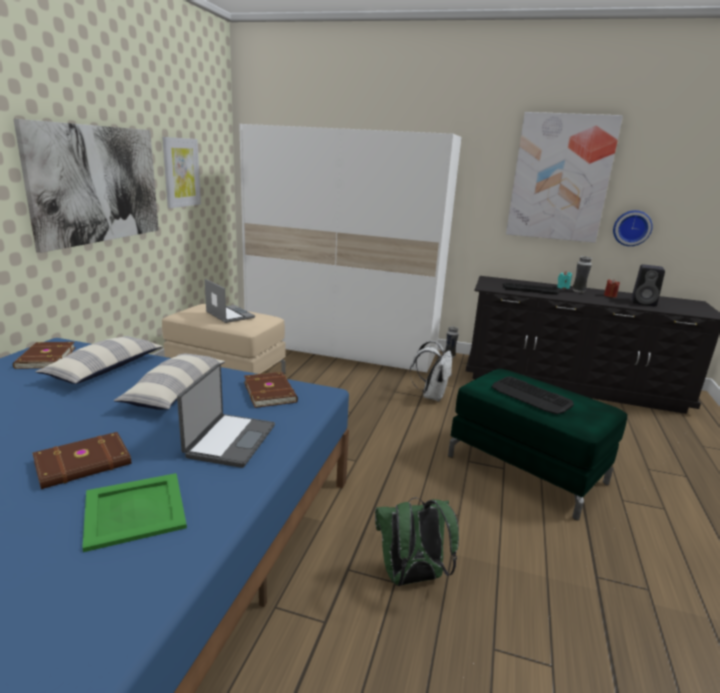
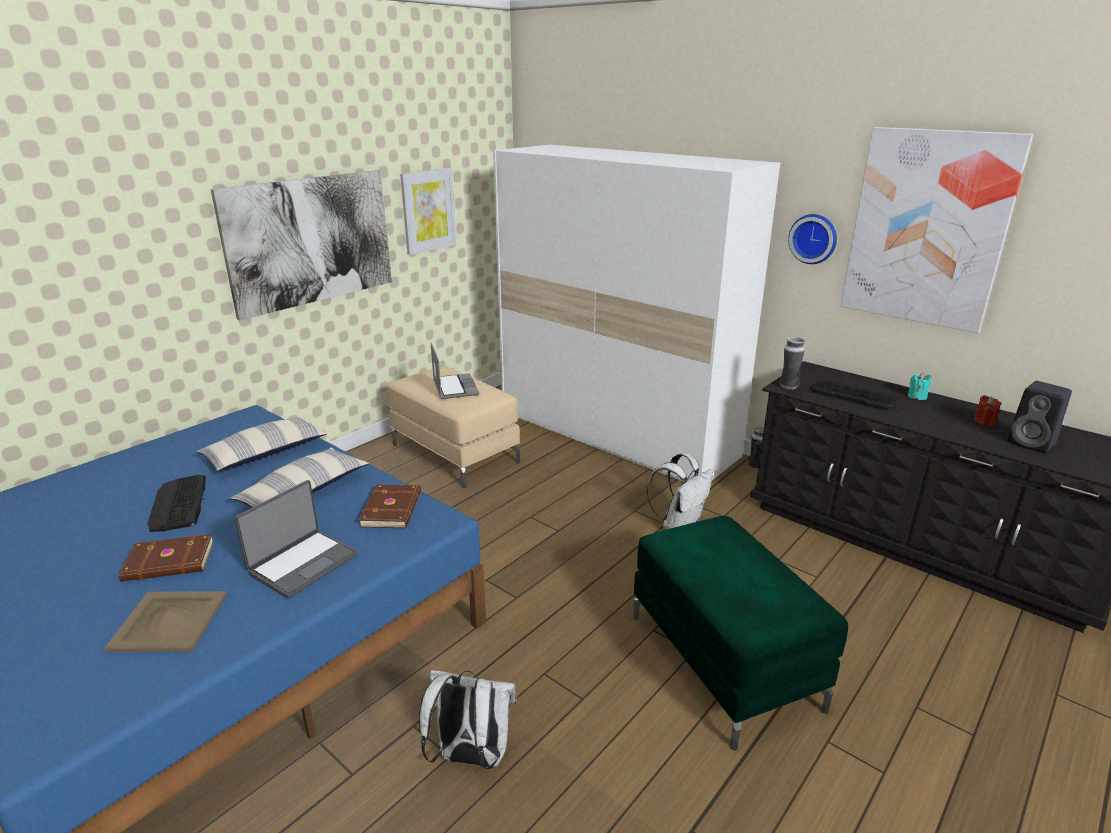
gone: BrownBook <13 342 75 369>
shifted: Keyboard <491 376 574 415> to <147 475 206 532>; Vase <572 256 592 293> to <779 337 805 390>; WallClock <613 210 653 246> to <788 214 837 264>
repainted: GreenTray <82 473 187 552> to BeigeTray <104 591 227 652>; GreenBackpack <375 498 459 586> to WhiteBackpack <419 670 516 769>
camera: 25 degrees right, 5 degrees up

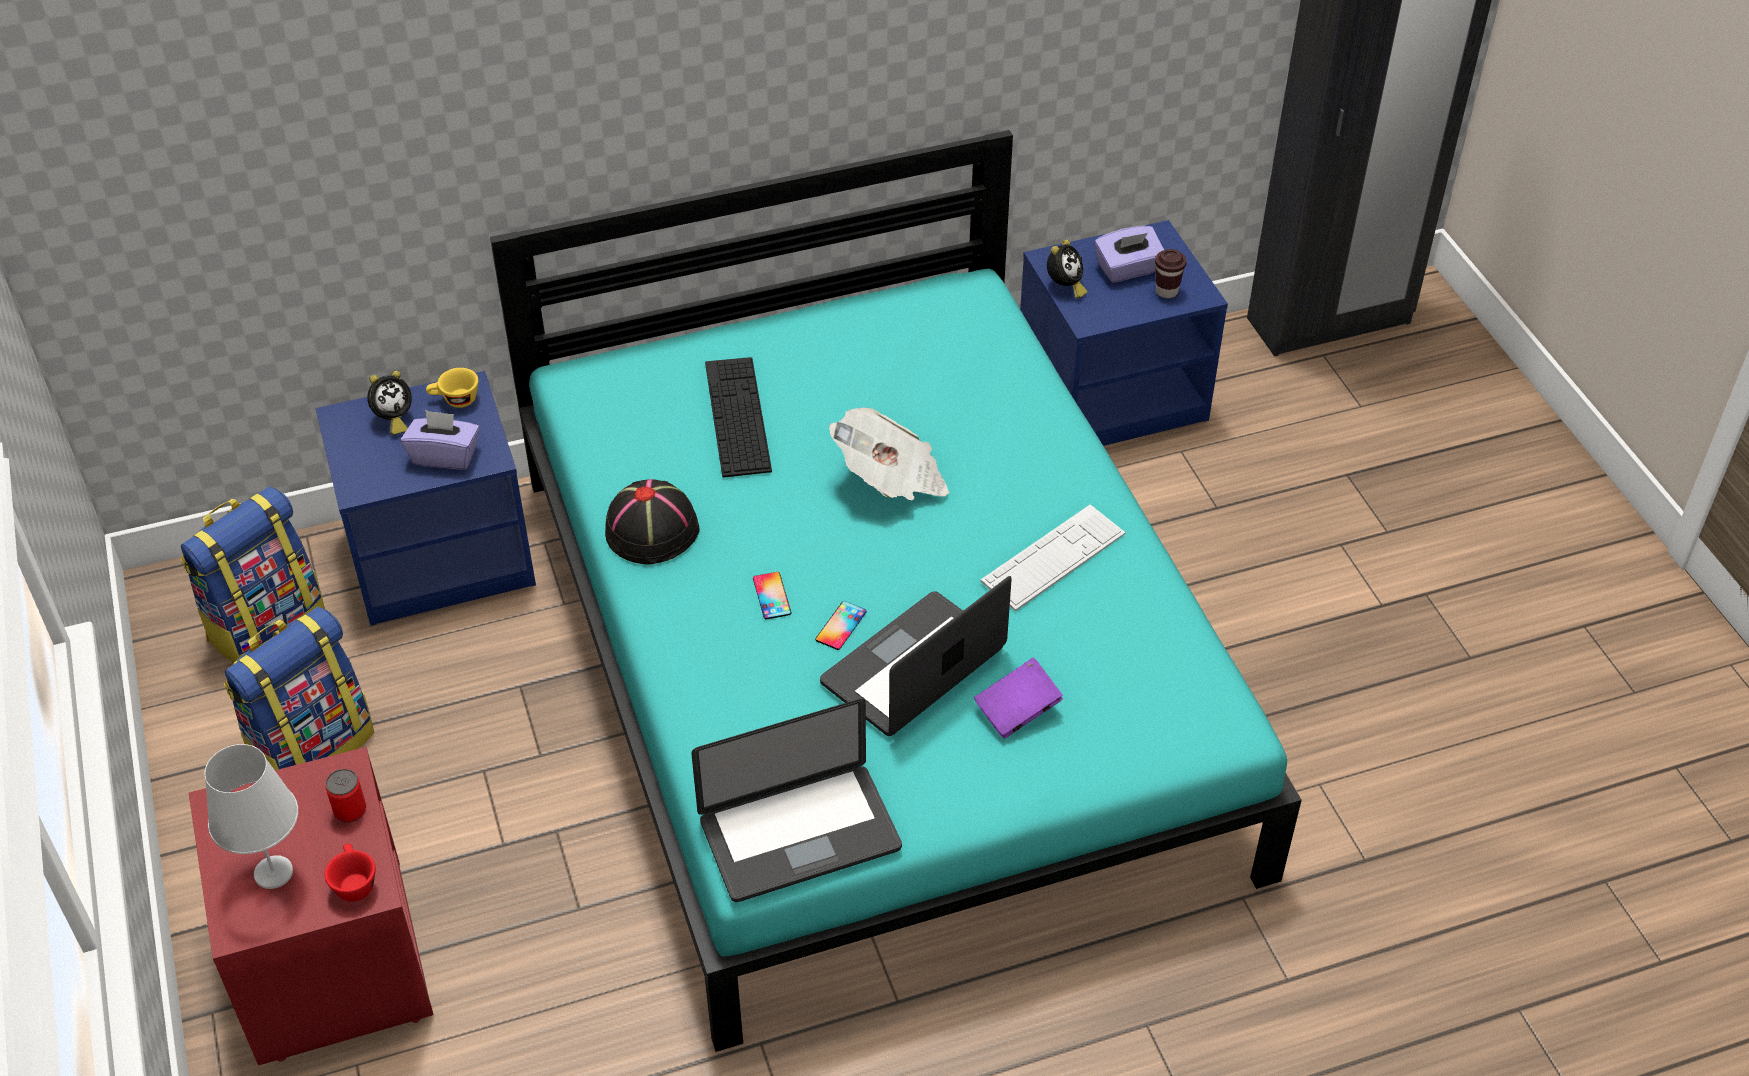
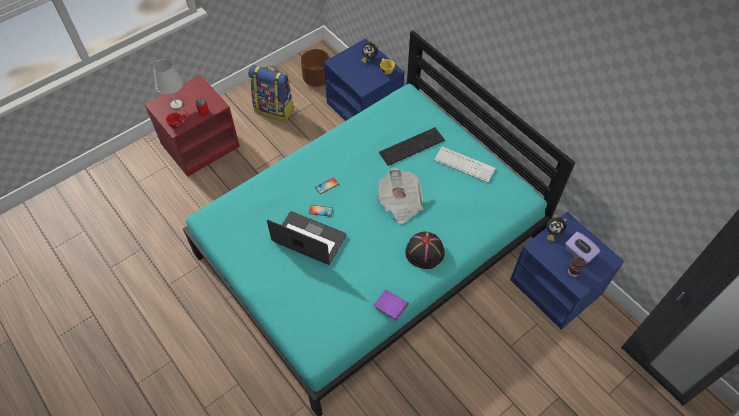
gone: PurpleTissueBox <401 410 480 470>; Laptop <691 699 902 902>
shifted: BlackHat <605 479 699 565> to <405 232 445 269>; PurpleBook <974 658 1063 739> to <373 290 409 321>; Keyboard <980 504 1125 611> to <434 147 495 183>
swapped: Backpack <181 486 325 663> to BrownPlanter <301 49 330 87>
camera: 70 degrees right, 10 degrees up

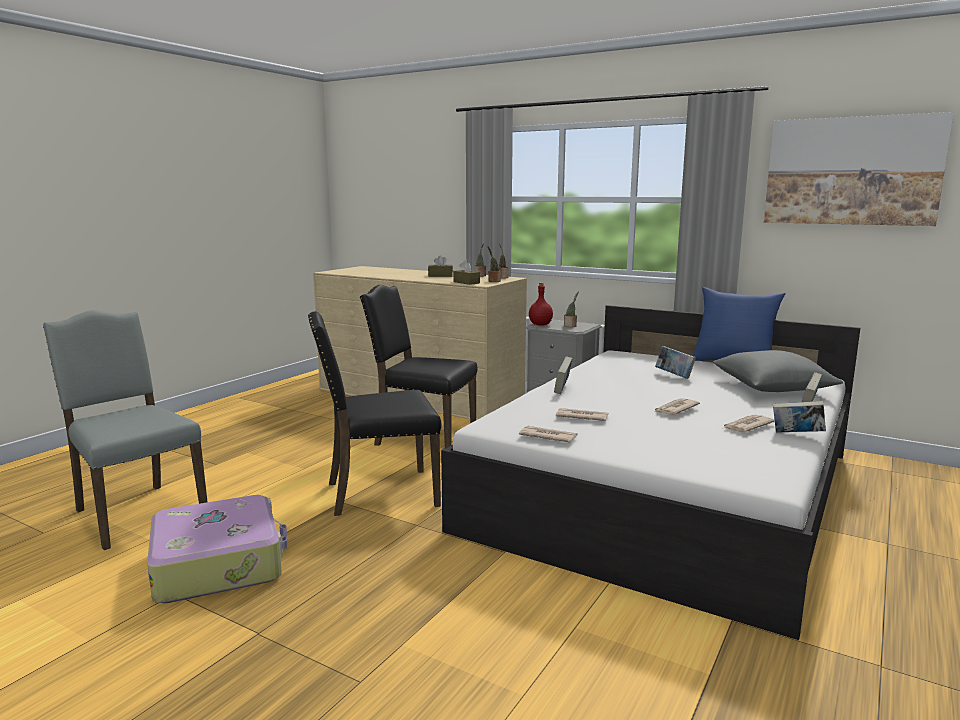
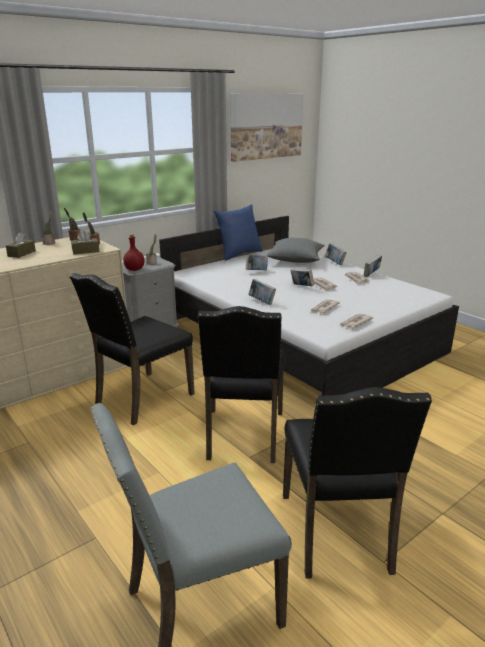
new: Book <290 269 315 286>
swapped: Suitcase <147 495 287 603> to BlackChair <283 387 432 579>
camera: 70 degrees left, 10 degrees up

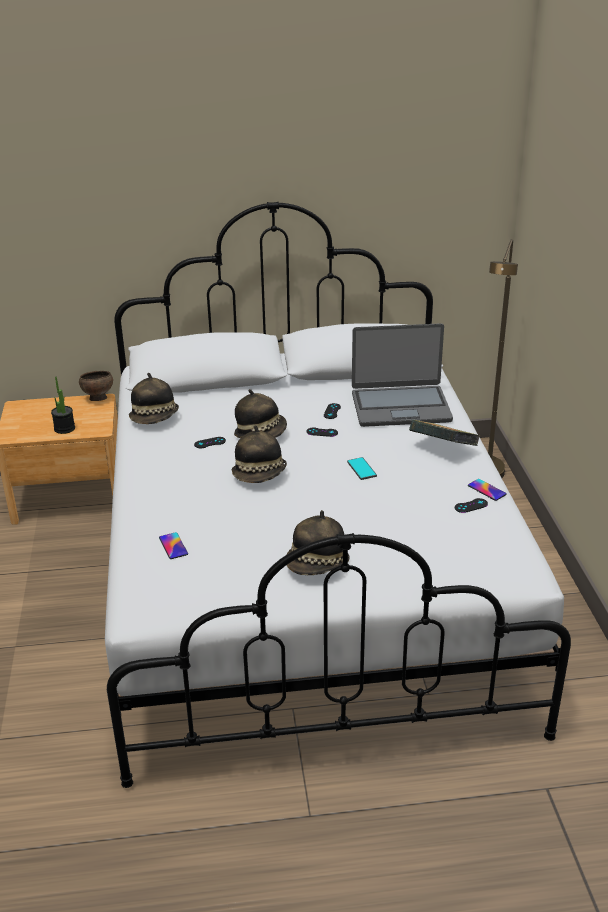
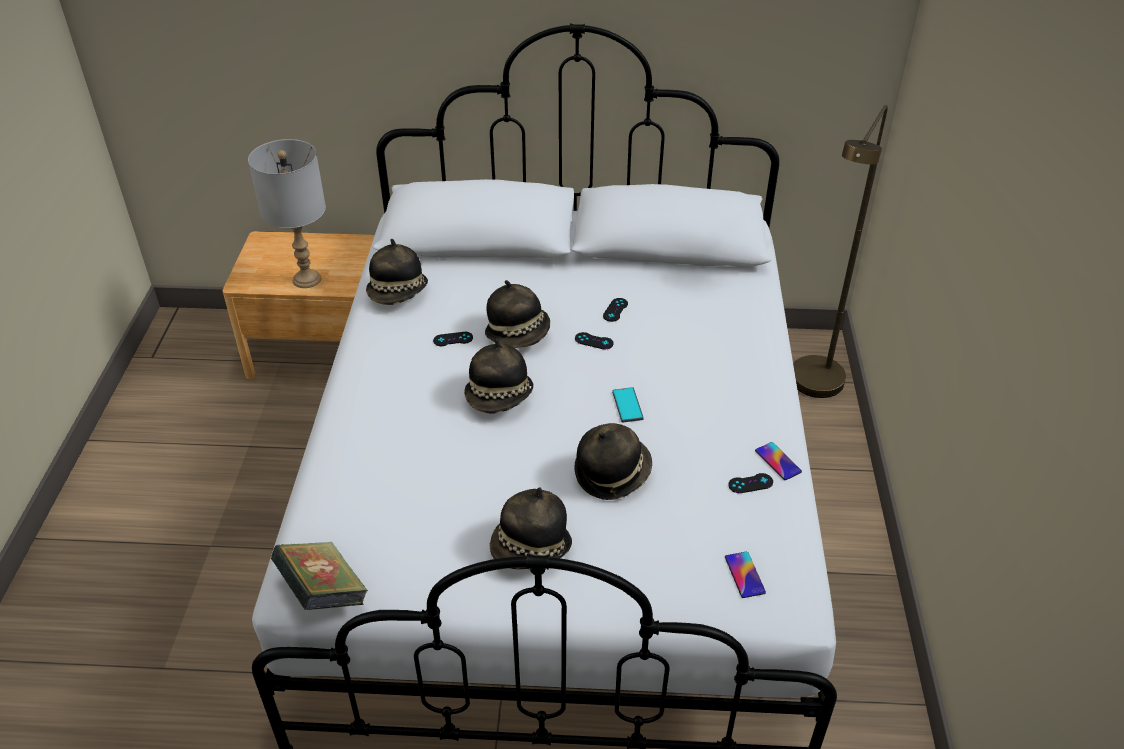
gone: BrownBowl <79 371 113 401>; Laptop <352 323 453 427>
new: Hat <574 423 652 500>
shifted: Phone <159 532 188 559> to <725 552 766 598>; Book <409 420 480 446> to <271 542 368 610>
swapped: PottedPlant <51 377 75 434> to GreyTableLamp <248 139 326 288>
camera: 10 degrees right, 10 degrees up

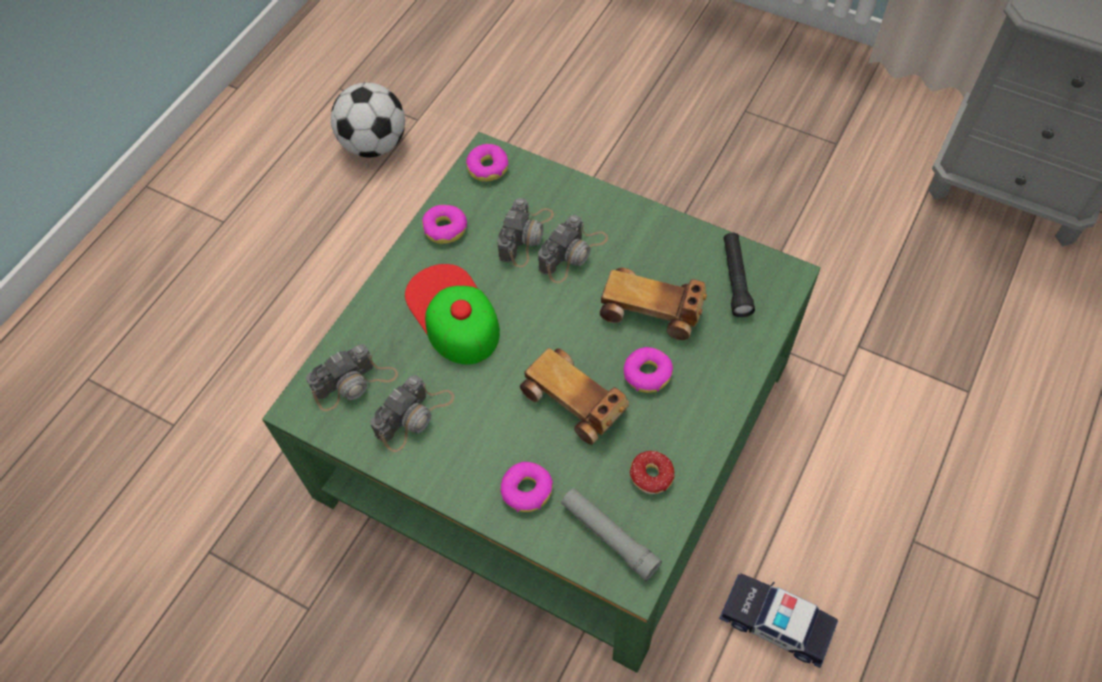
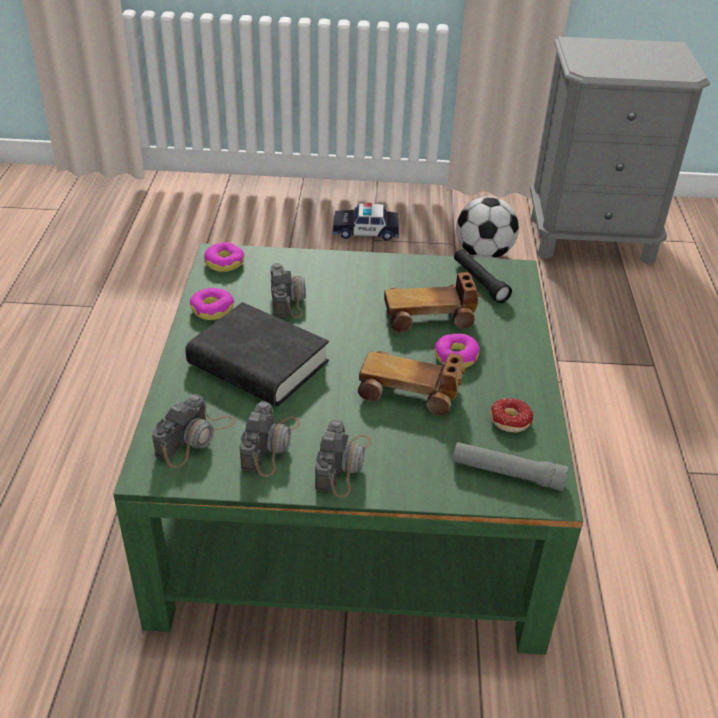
gone: Donut <501 462 553 512>
shifted: Football <331 82 405 158> to <456 196 519 258>; PhotoCamera <538 214 608 283> to <315 420 372 497>; ToyCar <719 573 838 668> to <332 203 399 241>
swapped: Cap <405 264 500 364> to BlackBook <185 302 329 407>
camera: 30 degrees left, 20 degrees down

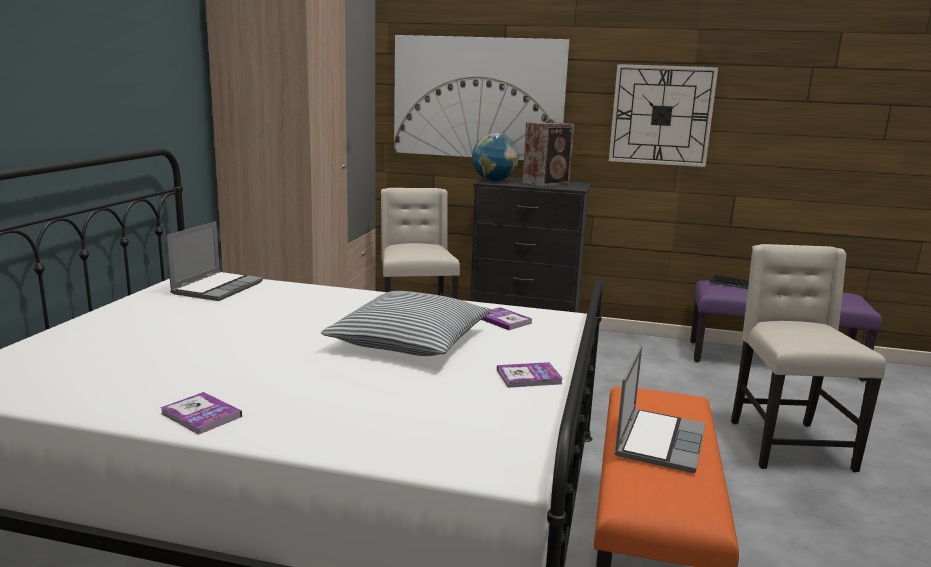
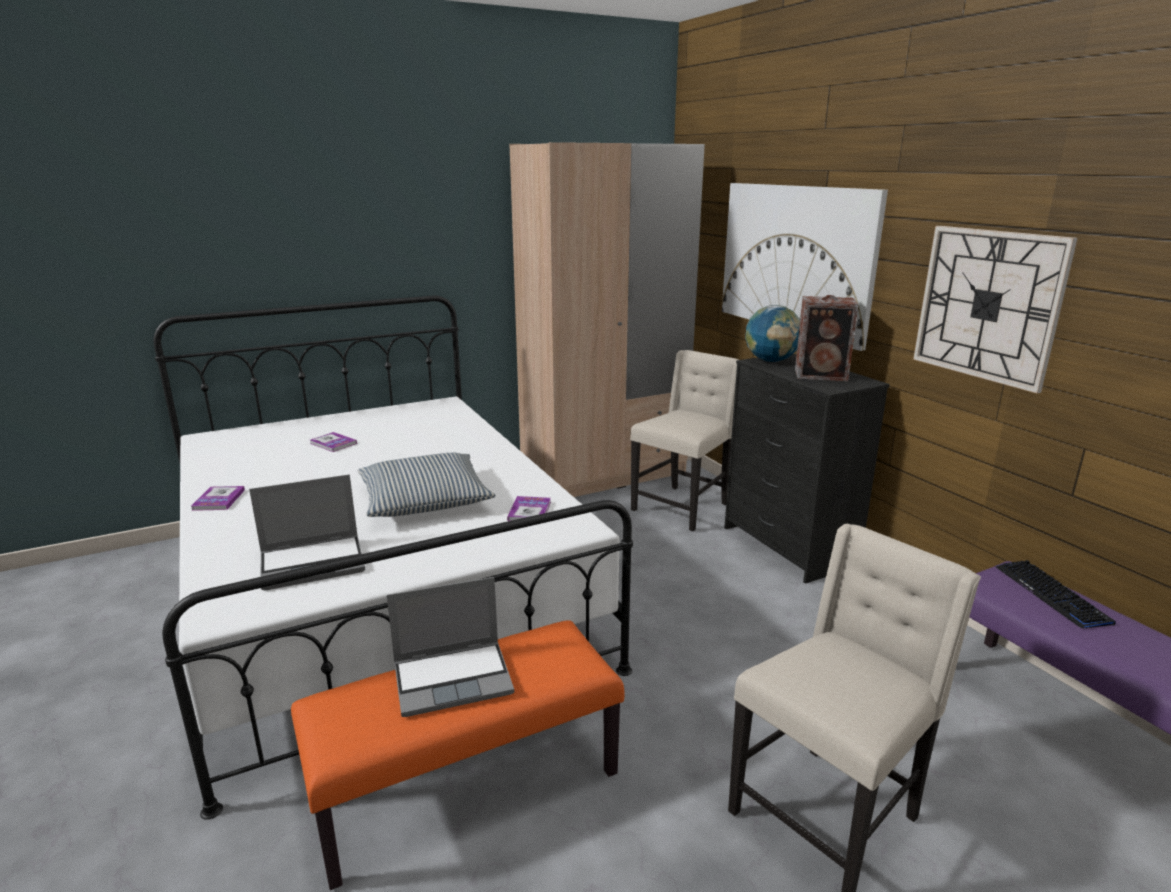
shifted: Laptop <166 221 263 301> to <249 474 365 590>; Book <497 362 563 388> to <310 432 357 452>
camera: 50 degrees right, 5 degrees up

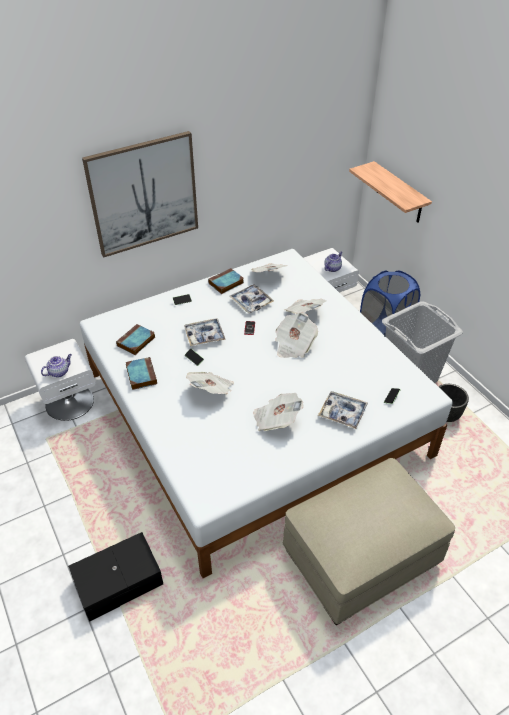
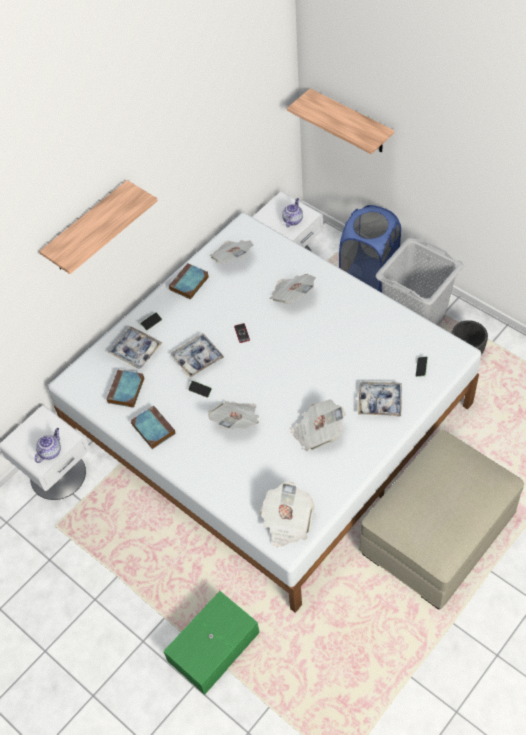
shifted: Tray <230 284 274 313> to <108 327 162 369>; Newspaper <275 313 318 358> to <260 482 315 547>
swapped: Picture <82 131 198 258> to Shelf <39 180 158 274>
repainted: BlackStorageBox <68 532 163 622> to GreenStorageBox <163 591 259 695>
camera: 15 degrees left, 10 degrees up

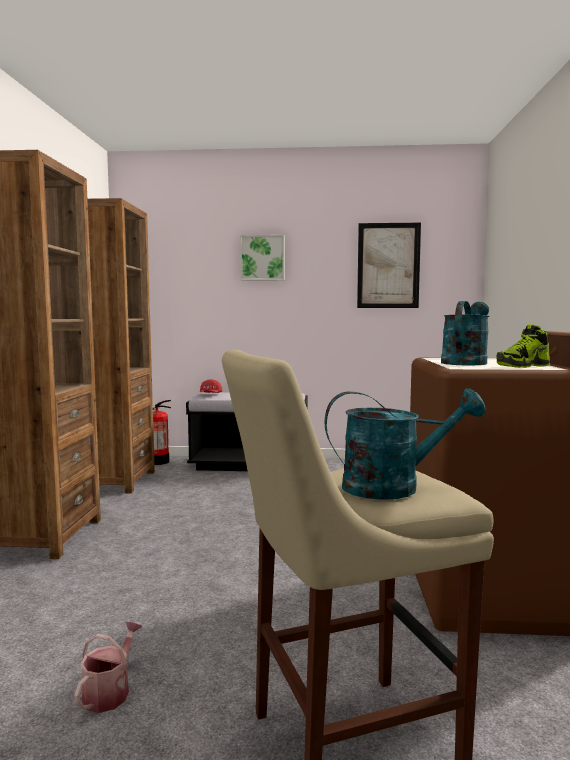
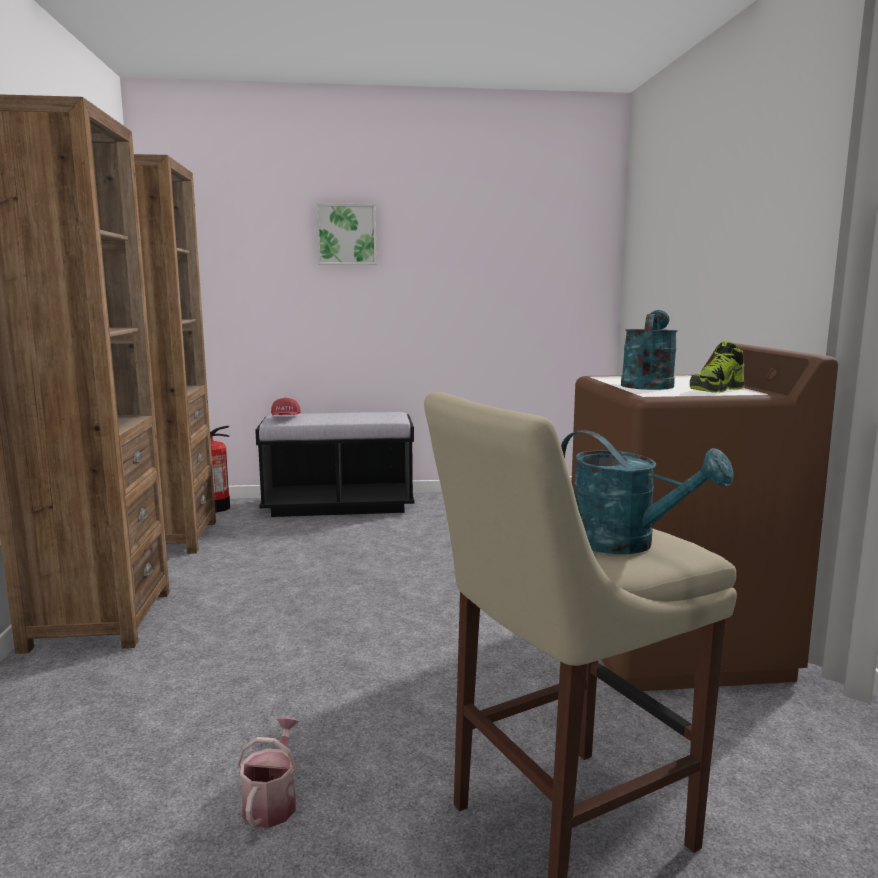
gone: Picture <357 223 421 308>
rotated: TurquoiseWateringCan <324 388 486 500> = <561 430 734 554> 60 degrees clockwise
camera: 10 degrees left, 5 degrees up

